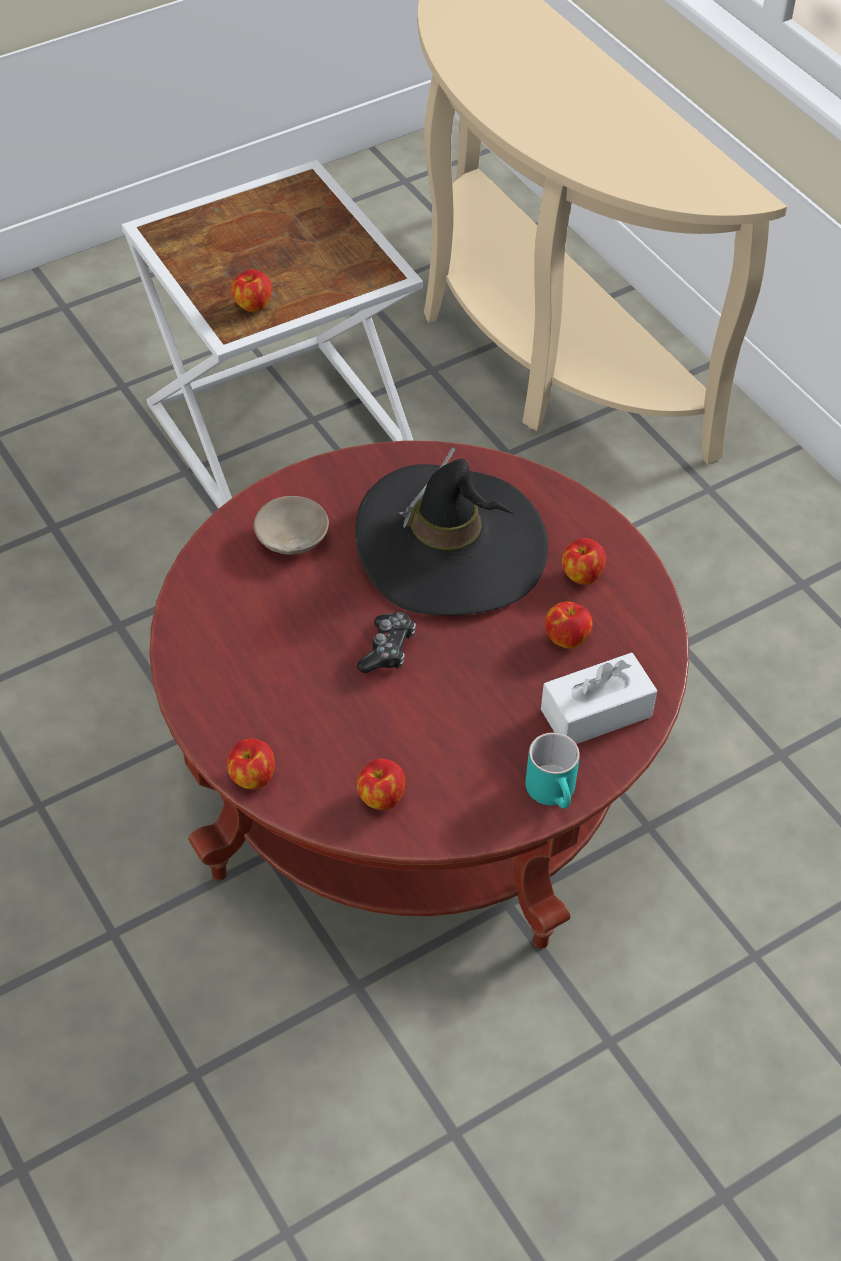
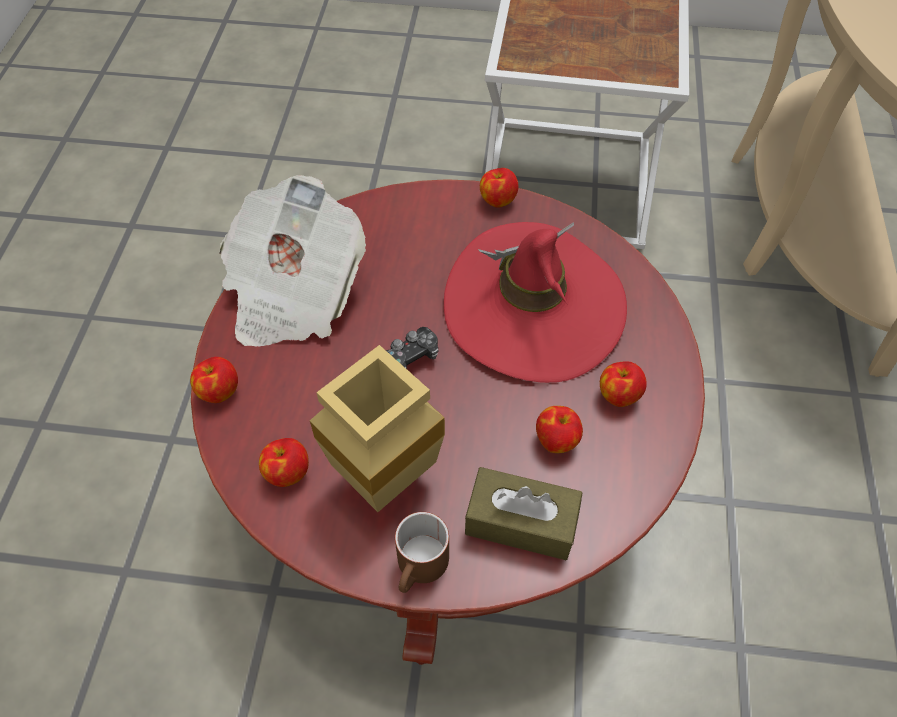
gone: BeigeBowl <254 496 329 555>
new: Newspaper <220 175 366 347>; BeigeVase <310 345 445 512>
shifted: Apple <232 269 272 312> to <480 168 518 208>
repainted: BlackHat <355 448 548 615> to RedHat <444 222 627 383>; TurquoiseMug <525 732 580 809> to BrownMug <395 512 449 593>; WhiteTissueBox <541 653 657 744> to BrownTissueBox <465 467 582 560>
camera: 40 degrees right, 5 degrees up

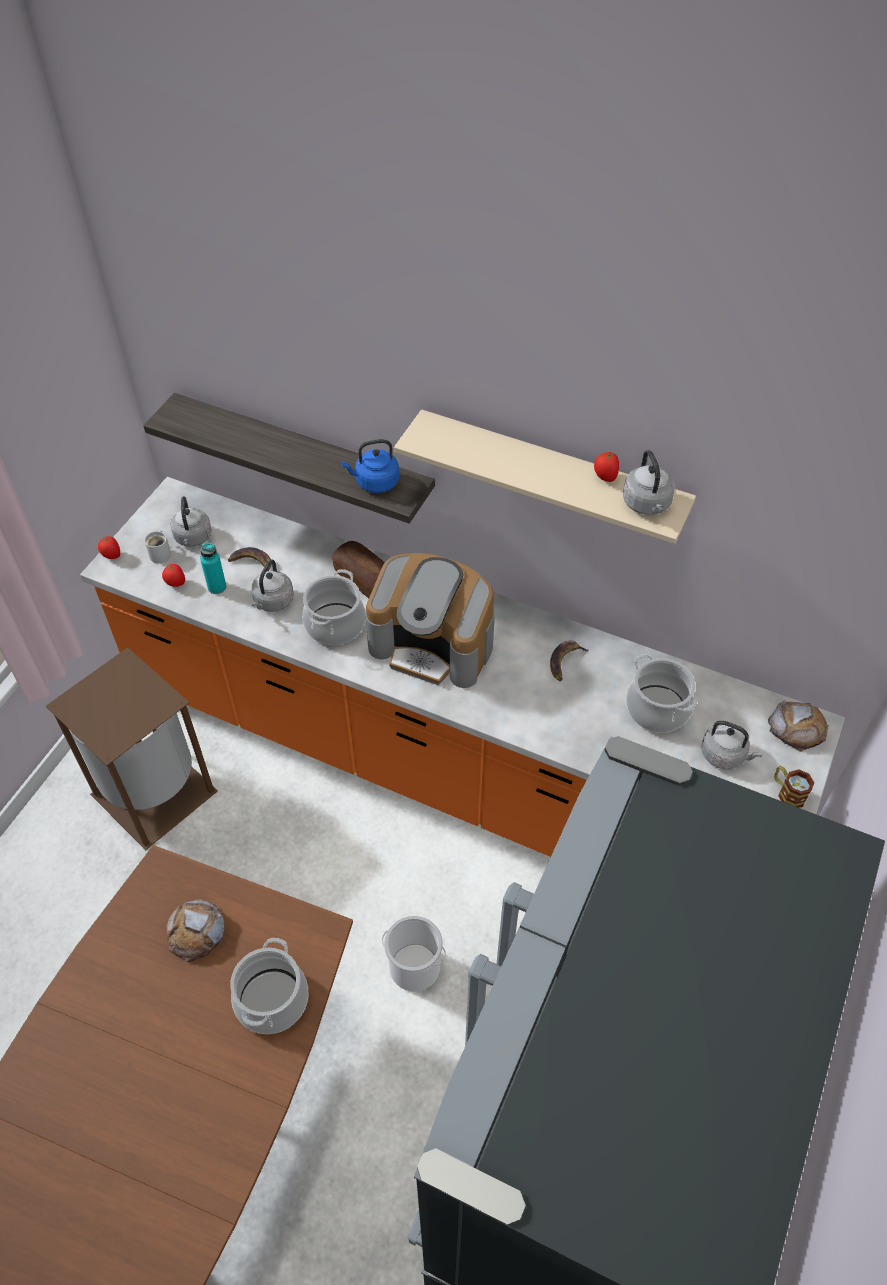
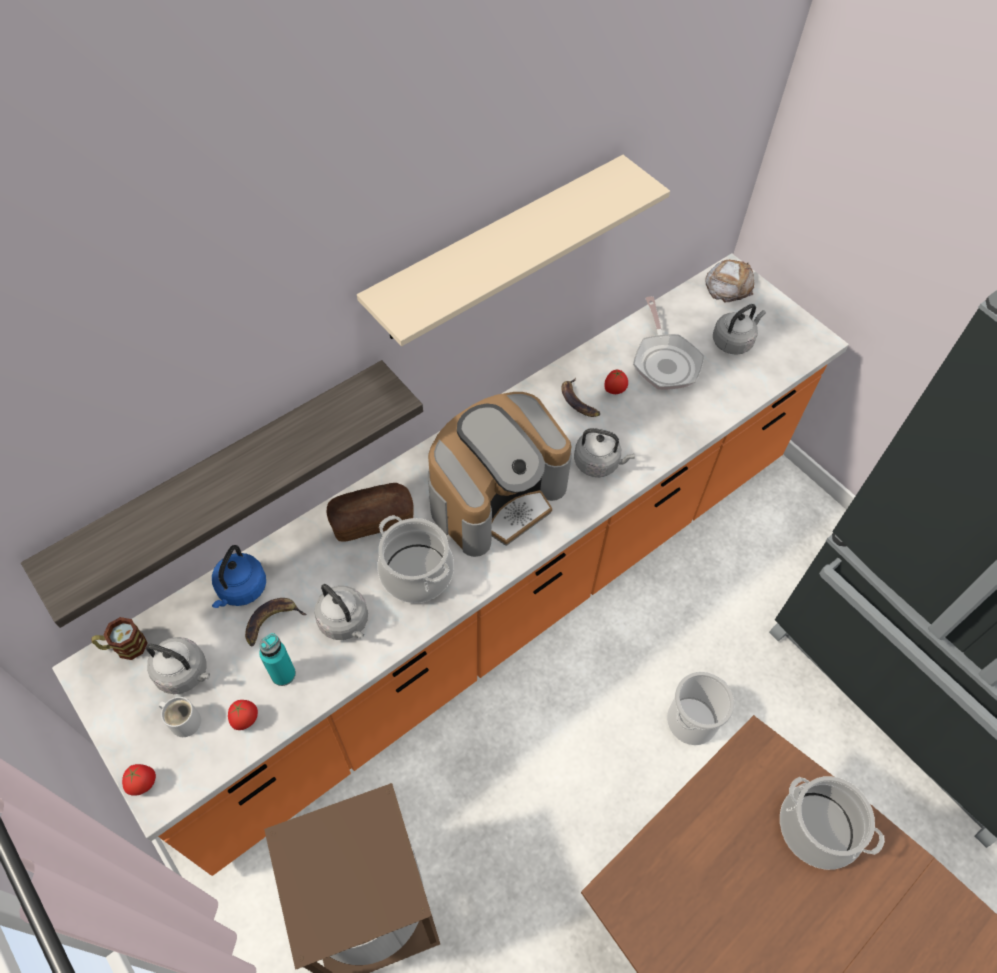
gone: Bread <166 899 225 962>
shifted: BlueKettle <341 439 399 493> to <212 545 266 608>; Tomato <594 451 619 482> to <604 369 628 394>; GreyKettle <623 450 675 515> to <574 428 635 477>; Mug <774 766 814 808> to <92 617 148 660>
swapped: CookingPot <626 654 697 733> to FryingPan <633 296 704 390>
camera: 65 degrees left, 5 degrees up

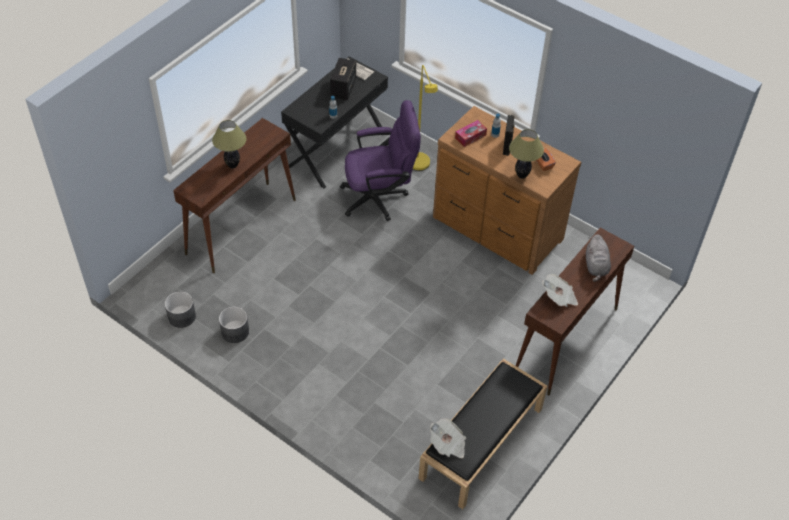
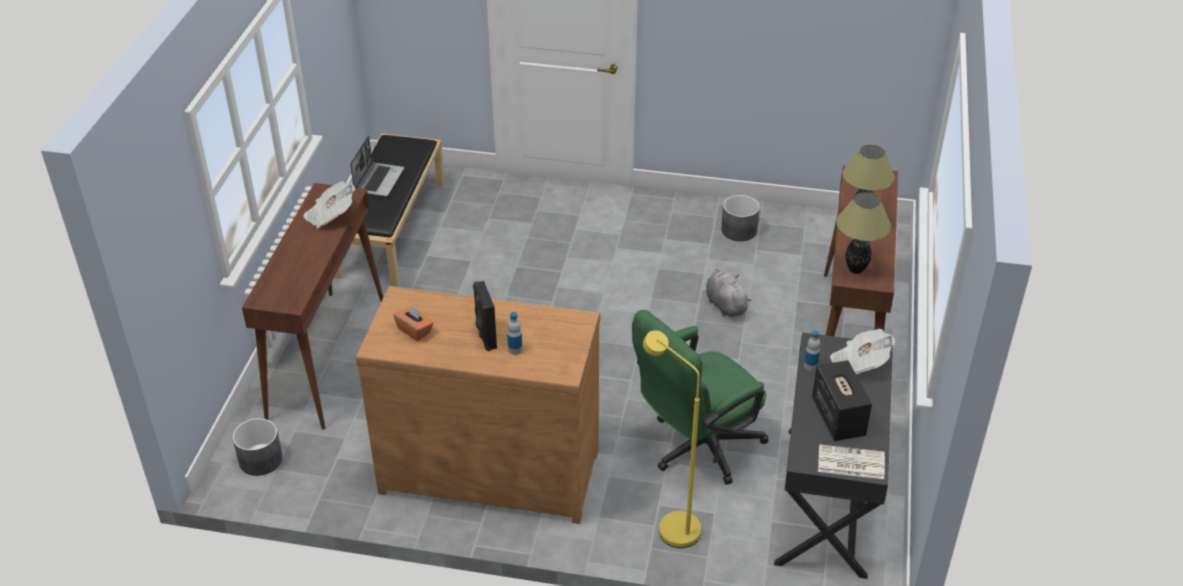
gone: TissueBox <455 120 487 147>
new: Laptop <350 135 404 197>
shifted: GreyPlanter <165 291 196 328> to <232 418 283 476>; Newspaper <430 418 466 458> to <830 329 895 374>; TableLamp <509 129 544 179> to <836 192 891 274>; GreyPlushToy <586 234 611 282> to <706 269 752 317>
repainted: PurpleOfficeChair <340 100 421 221> to GreenOfficeChair <632 310 768 485>
camera: 155 degrees right, 10 degrees down

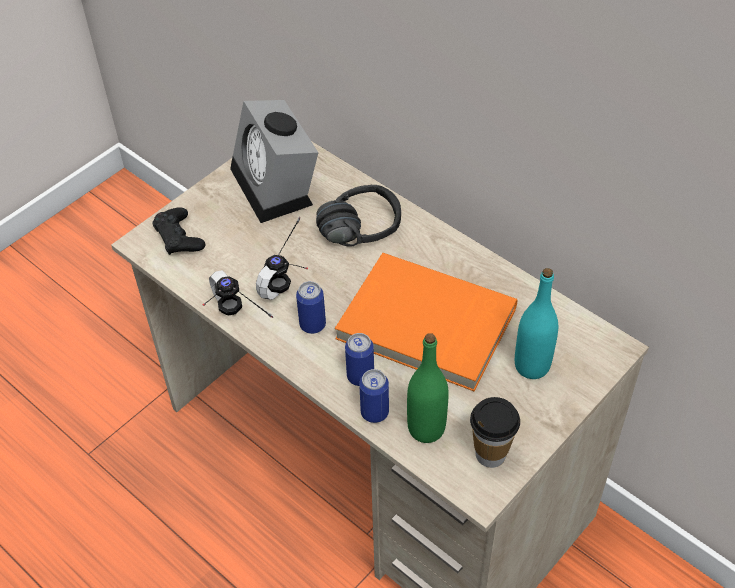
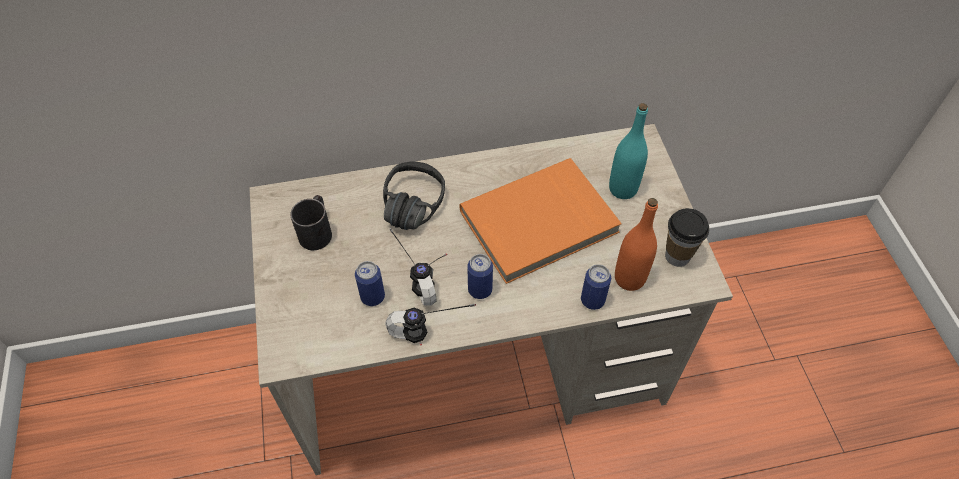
gone: BlackGameController <152 208 206 255>
shifted: Can <345 333 374 386> to <355 261 385 306>
swapped: AlarmClock <230 100 318 223> to BlackMug <290 195 332 250>
repainted: GreenBottle <407 333 449 443> to OrangeBottle <615 198 658 291>
camera: 55 degrees left, 5 degrees up

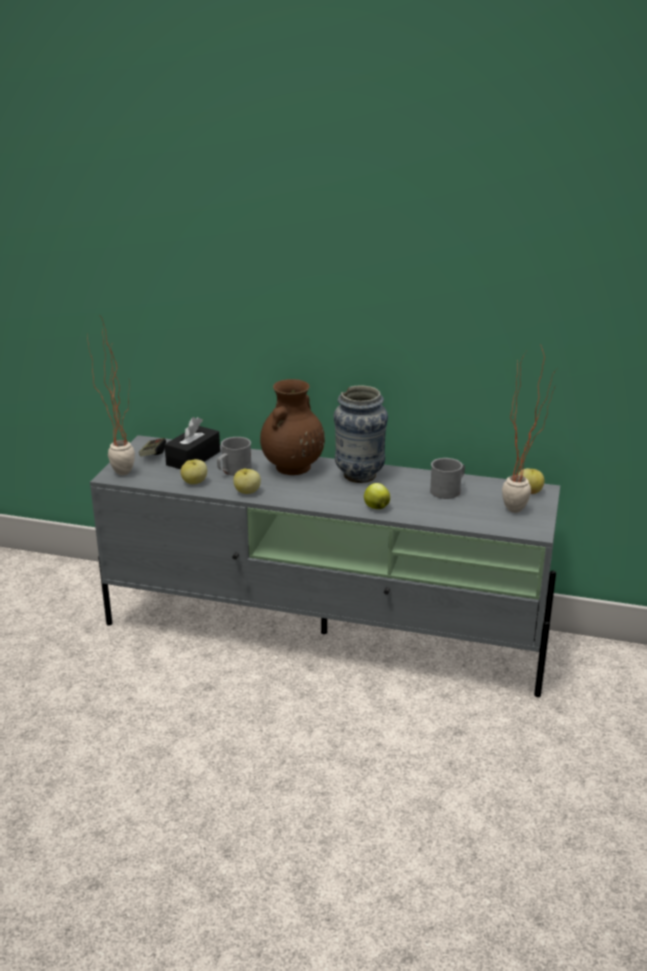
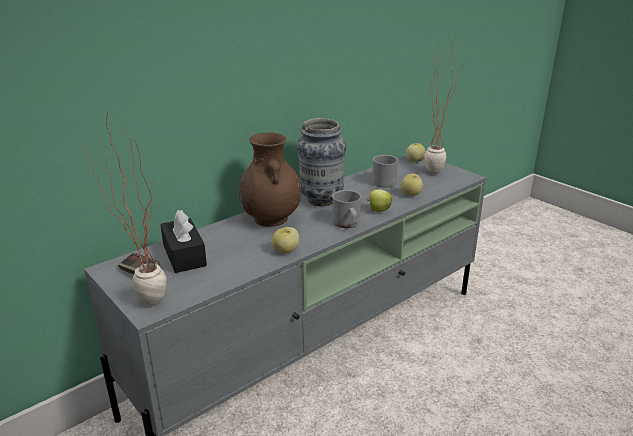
shifted: Apple <181 459 207 484> to <401 173 423 196>; GreyMug <217 437 251 476> to <332 190 362 228>
camera: 55 degrees left, 0 degrees up

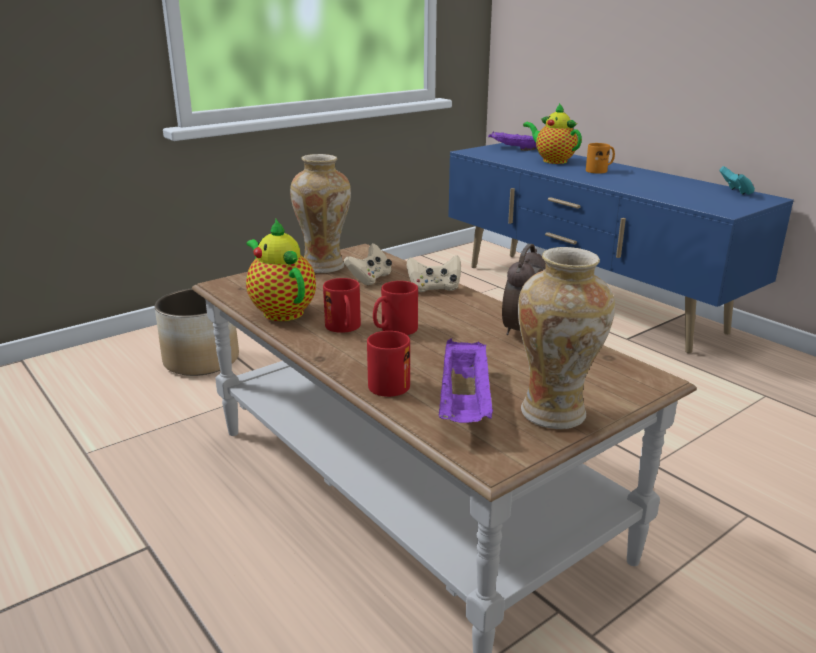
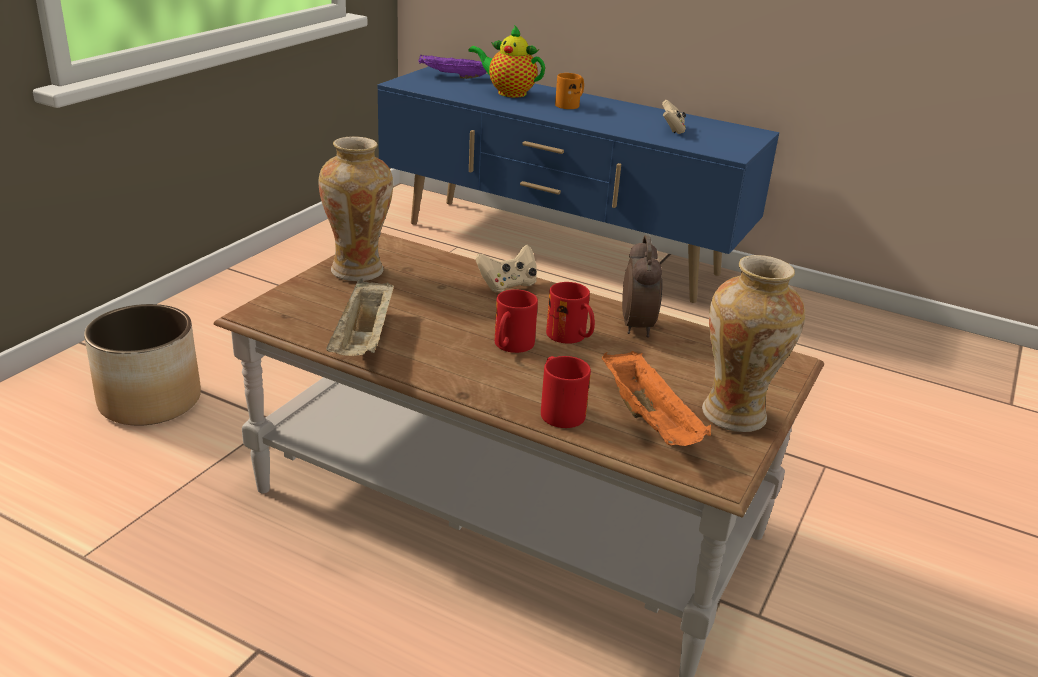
gone: TurquoiseGameController <719 166 755 195>
shifted: RedMug <323 278 361 333> to <546 282 595 344>; BeigeGameController <344 243 392 285> to <662 100 686 134>
swapped: Teapot <246 219 316 321> to BeigeTray <326 278 394 356>
repainted: PurpleTray <439 338 493 423> to OrangeTray <602 351 711 446>
camera: 25 degrees left, 5 degrees up

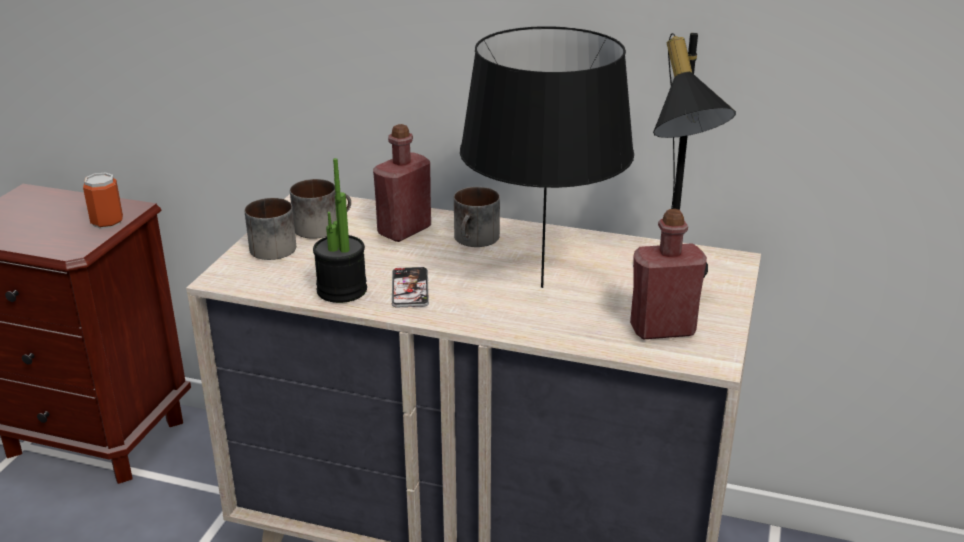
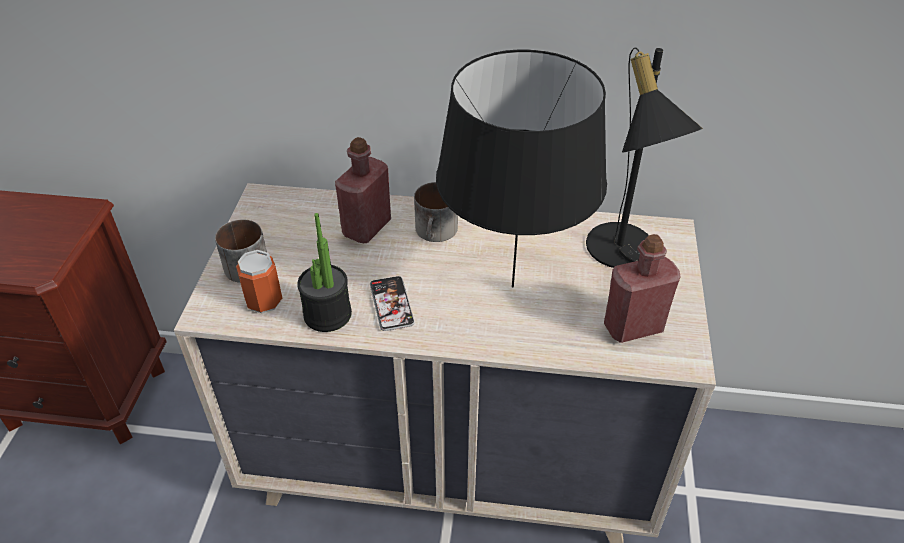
gone: Mug <290 179 351 239>
shifted: Can <83 172 123 229> to <236 250 282 313>
camera: 10 degrees left, 15 degrees up

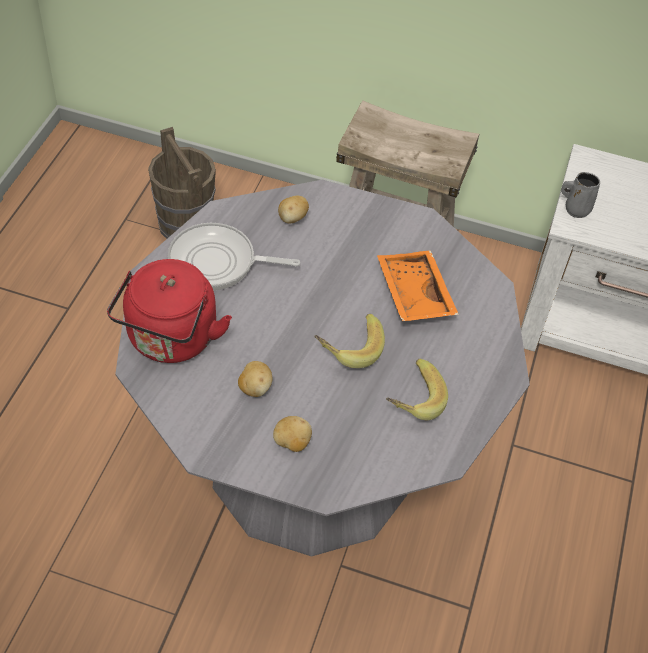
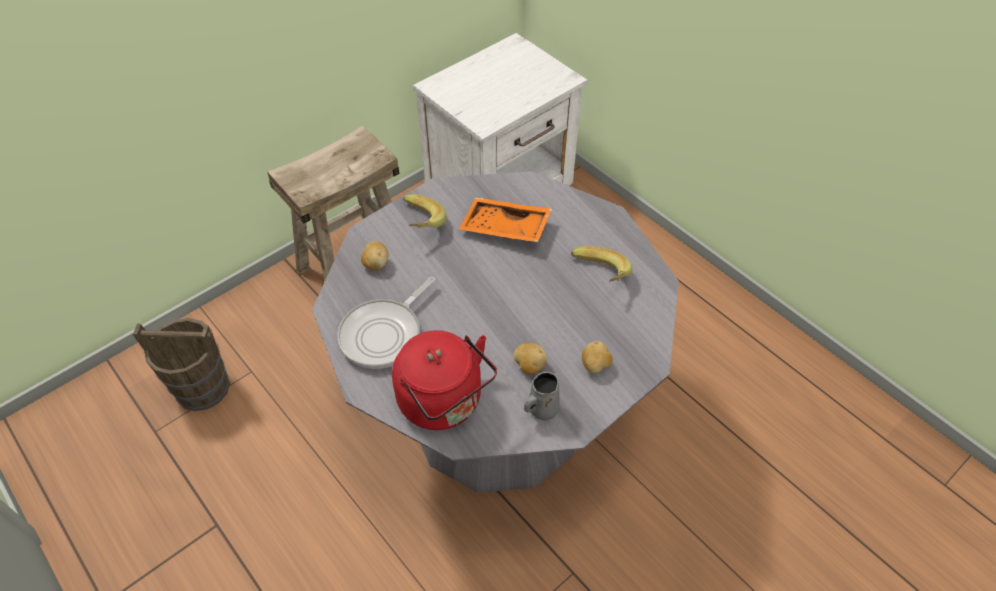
shifted: Banana <314 313 385 368> to <403 194 446 228>; GreyMug <561 172 600 218> to <524 372 560 420>
camera: 55 degrees left, 0 degrees up

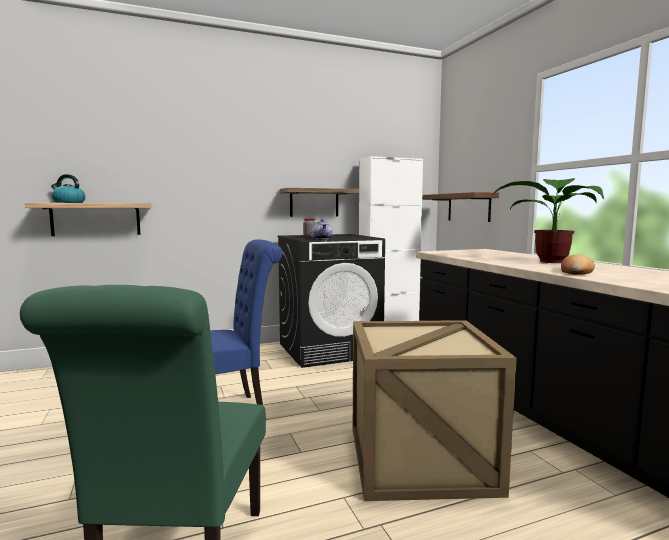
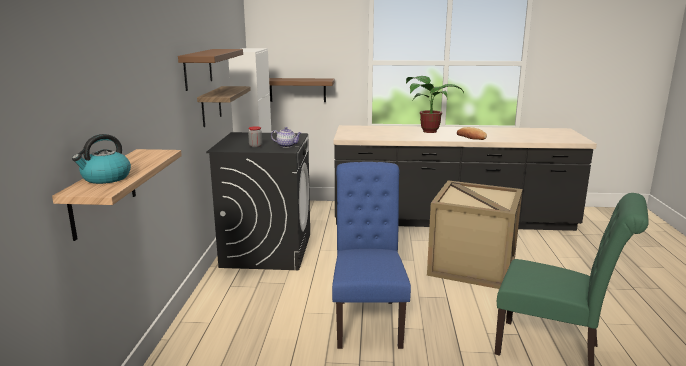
new: BrownShelf <178 49 243 91>
camera: 65 degrees left, 10 degrees up

